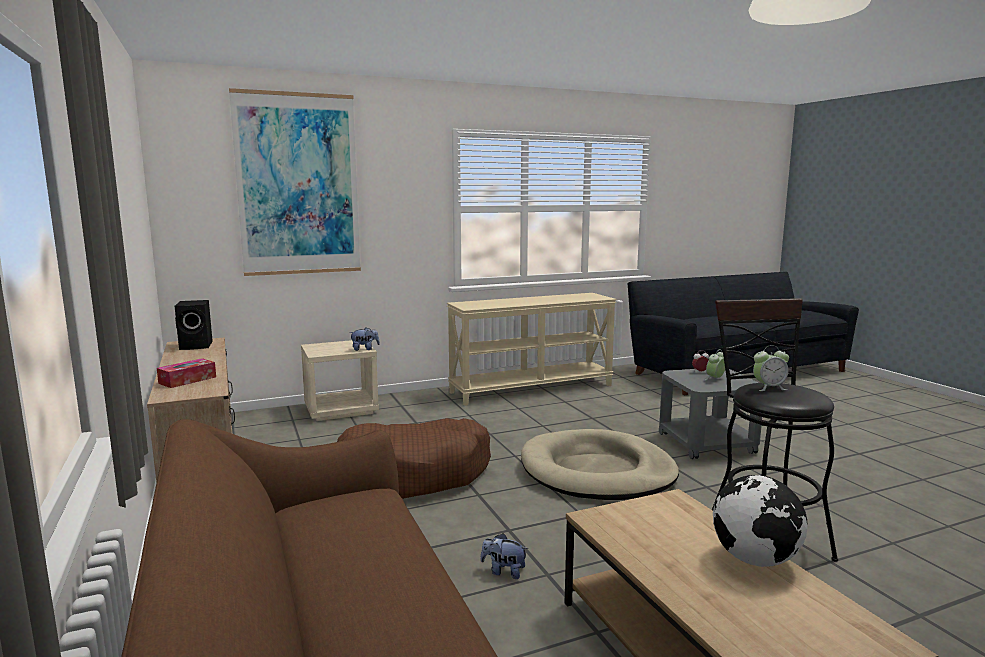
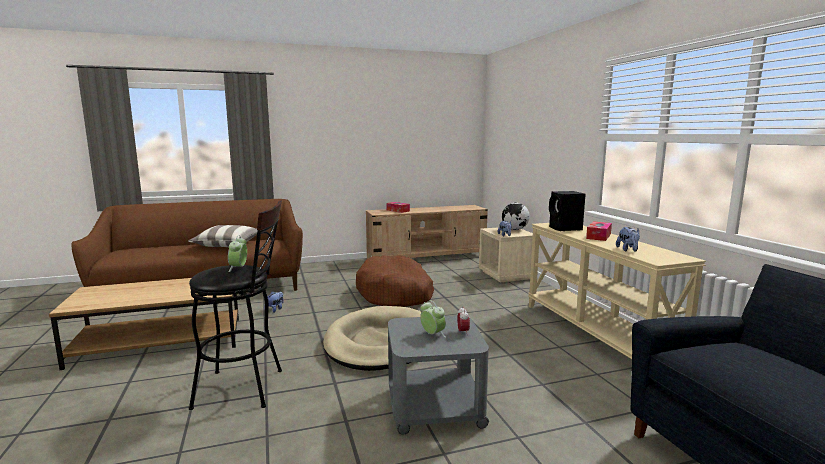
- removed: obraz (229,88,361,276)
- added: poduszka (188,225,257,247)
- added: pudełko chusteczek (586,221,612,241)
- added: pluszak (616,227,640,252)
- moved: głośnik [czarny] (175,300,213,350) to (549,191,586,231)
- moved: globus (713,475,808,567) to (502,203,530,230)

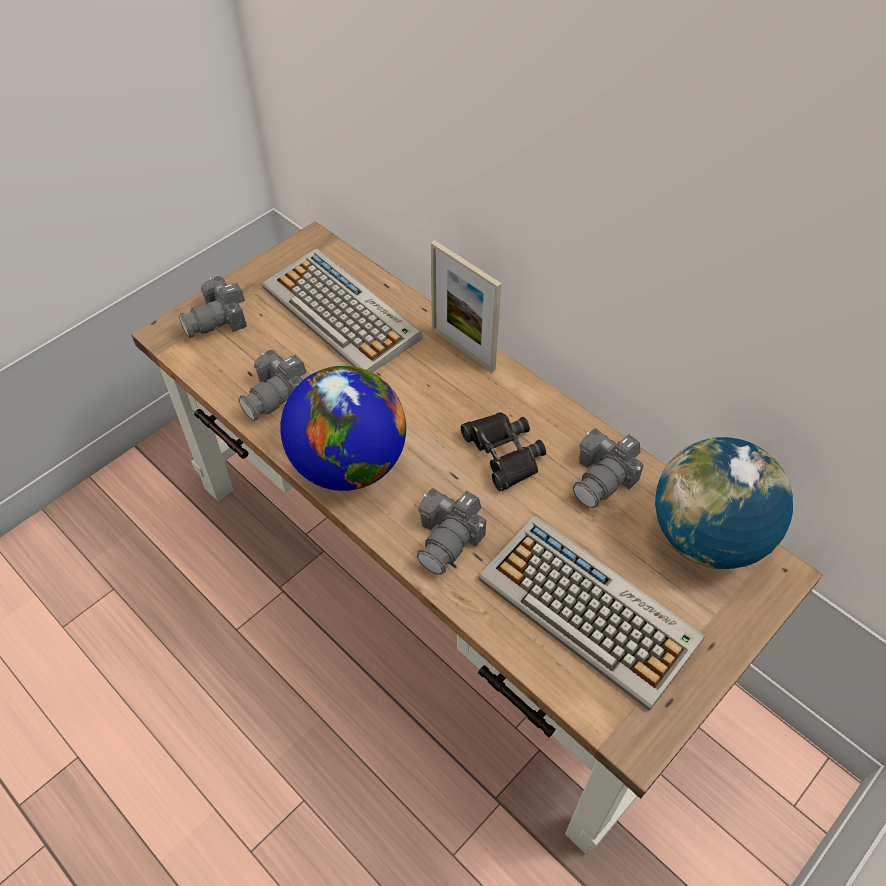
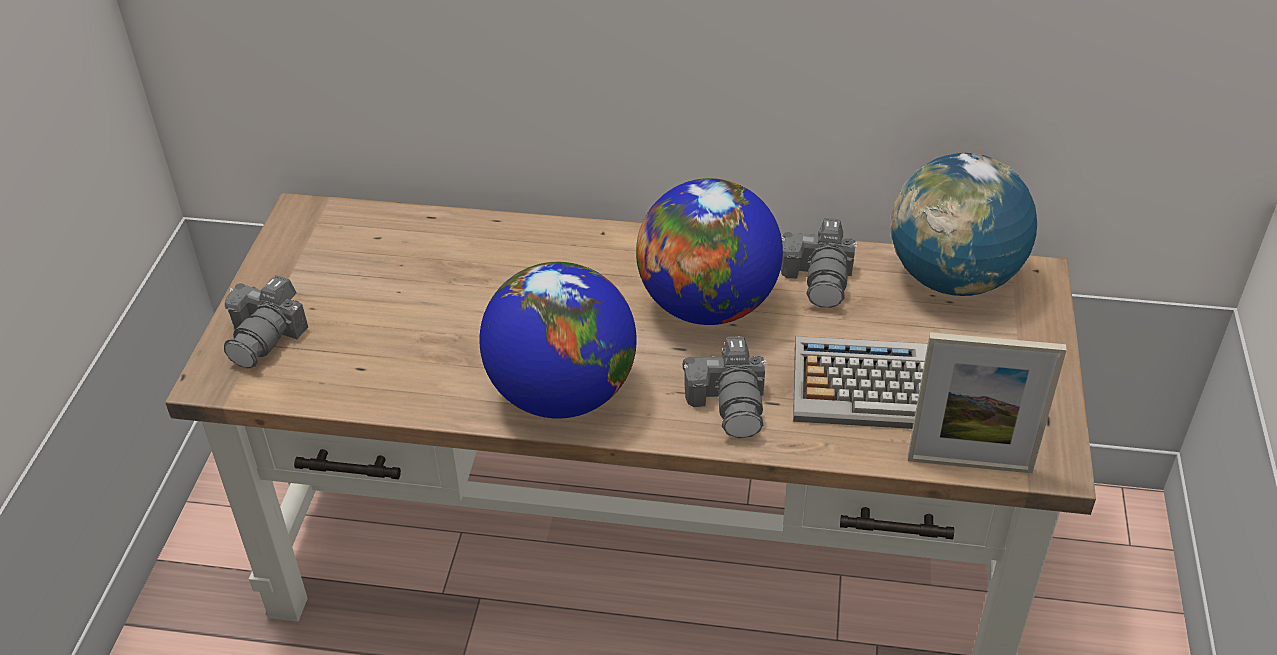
- removed: aparat fotograficzny (239,350,307,421)
- removed: klawiatura (262,248,423,372)
- moved: ramka na zdjęcie (431,240,502,372) to (908,332,1066,473)
- replaced: lornetka [czarny] (460,412,546,491) to globus (636,178,783,325)

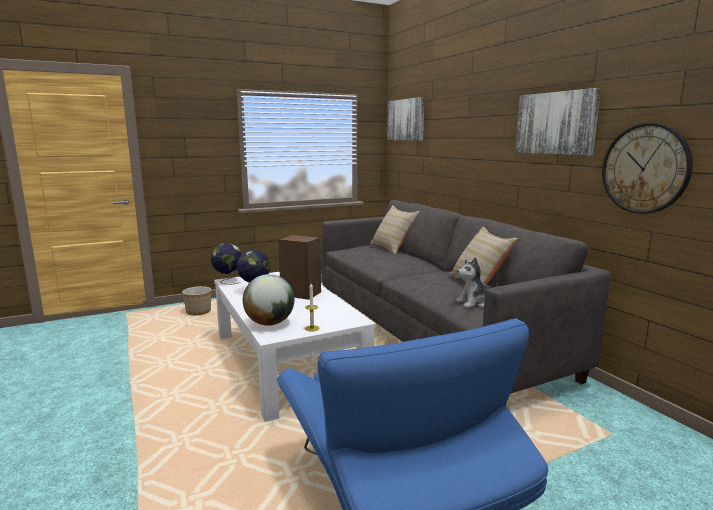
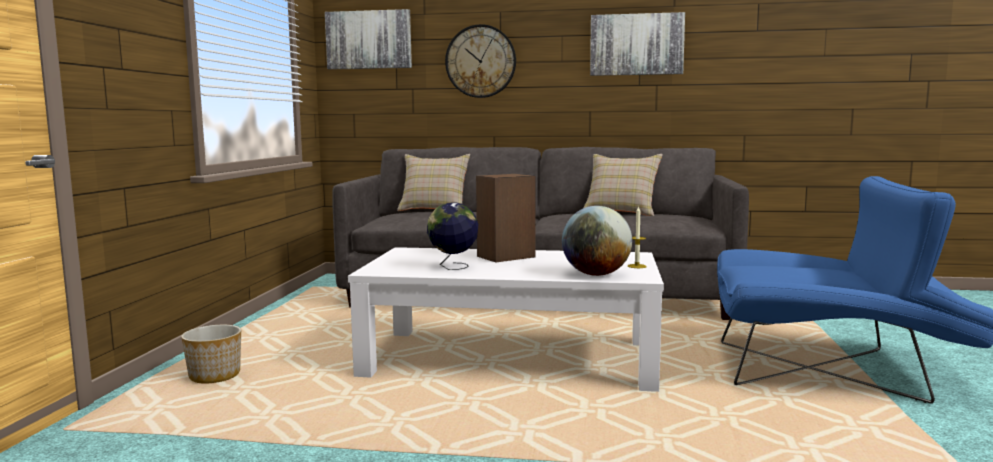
- removed: globus (211,243,242,285)
- removed: pluszak (455,257,498,308)
- moved: zegar ścienny (602,123,693,214) to (445,24,516,98)

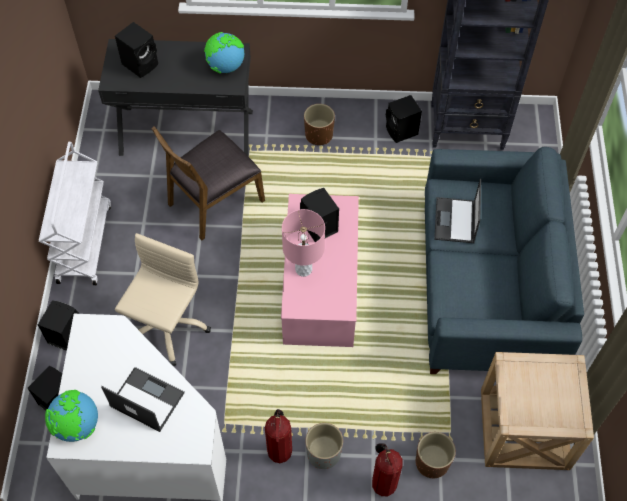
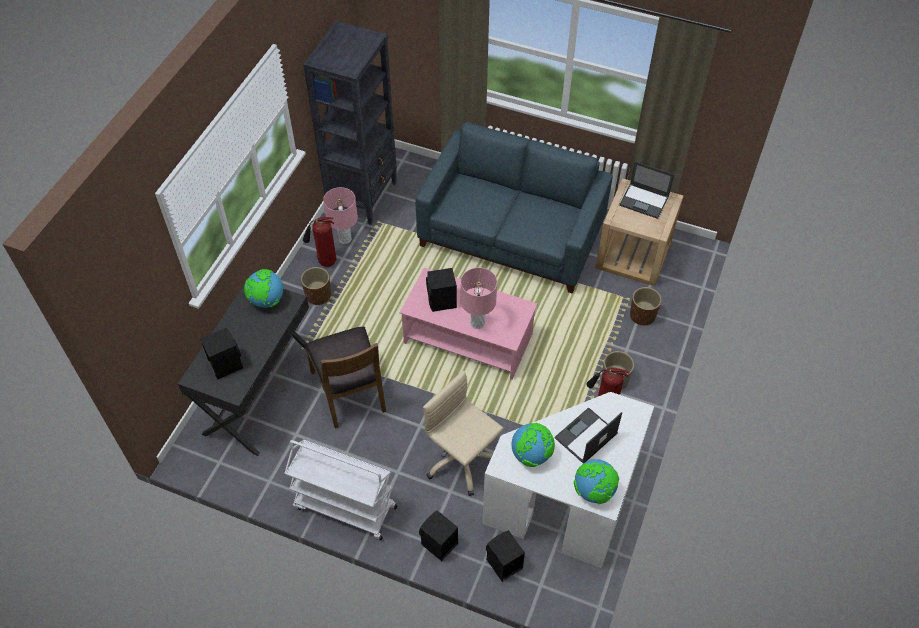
- added: globus (511,423,555,467)
- moved: gaśnica (372,443,403,496) to (303,217,336,267)
- moved: laptop (434,179,481,243) to (619,162,674,219)
- replaced: głośnik [czarny] (386,95,422,143) to lampa stołowa [różowy] (323,187,358,244)

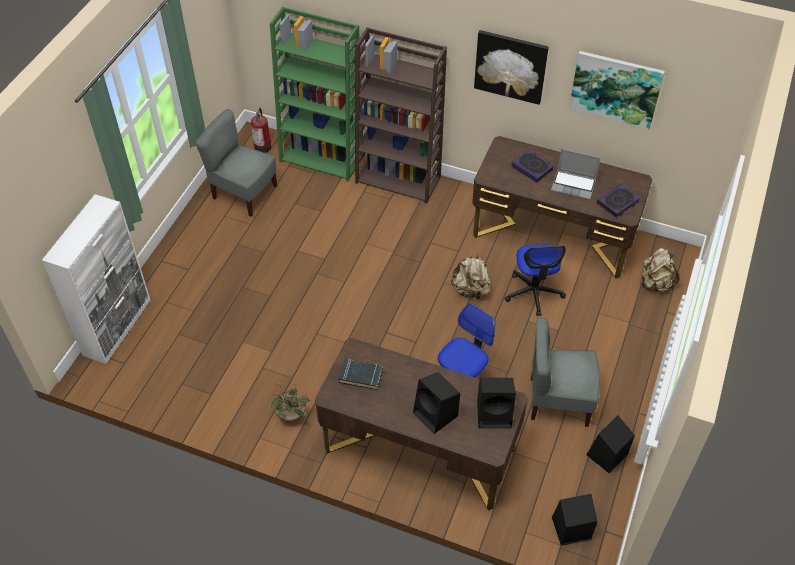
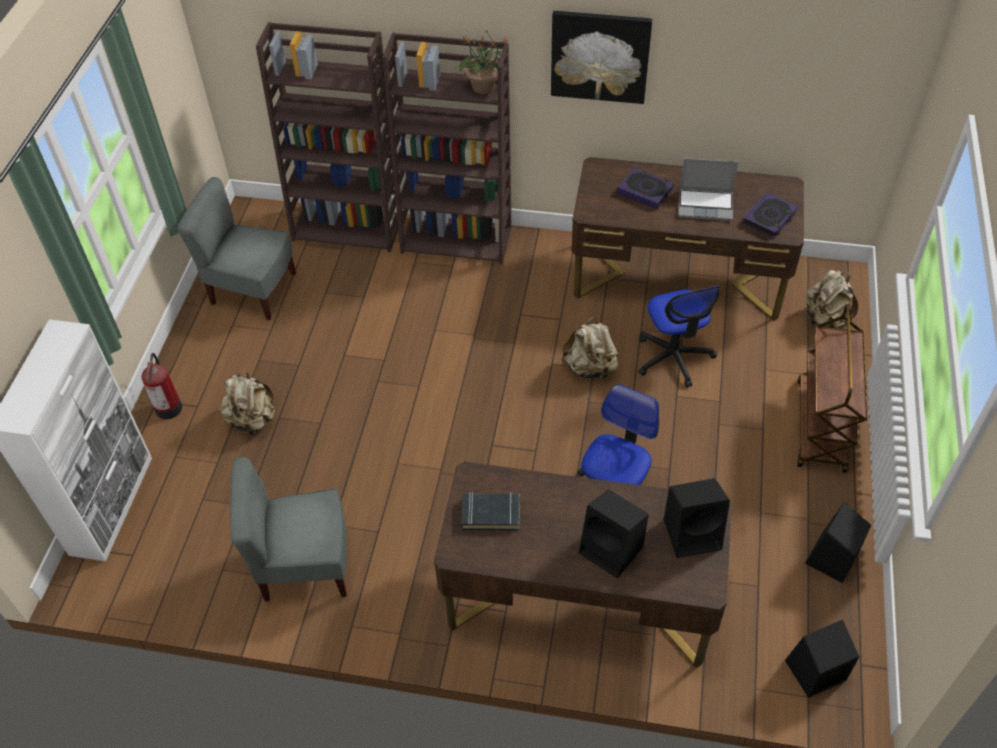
- removed: obraz (569,51,665,130)
- added: plecak [beżowy] (221,370,275,435)
- added: wózek [brązowy] (797,304,867,473)
- moved: gaśnica (251,108,271,153) to (141,353,182,419)
- moved: roślina doniczkowa (271,382,311,424) to (459,30,509,94)
- moved: krzesło [szary] (531,317,600,427) to (230,457,347,602)
- recoloured: regał [zielony] (270,7,363,181) to regał [brązowy] (256,22,403,252)

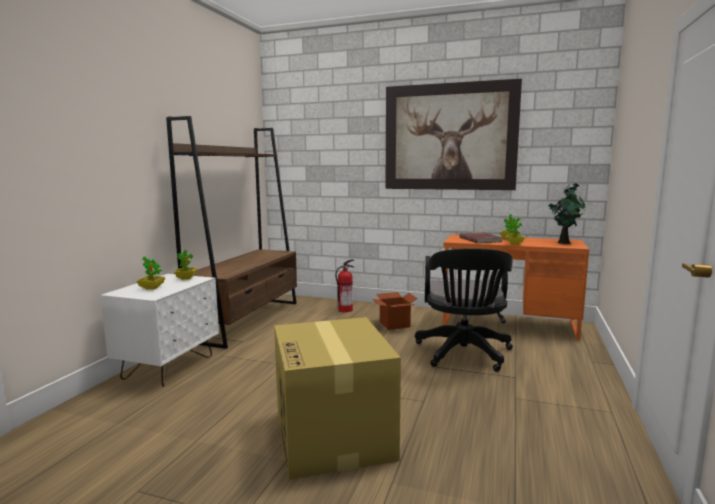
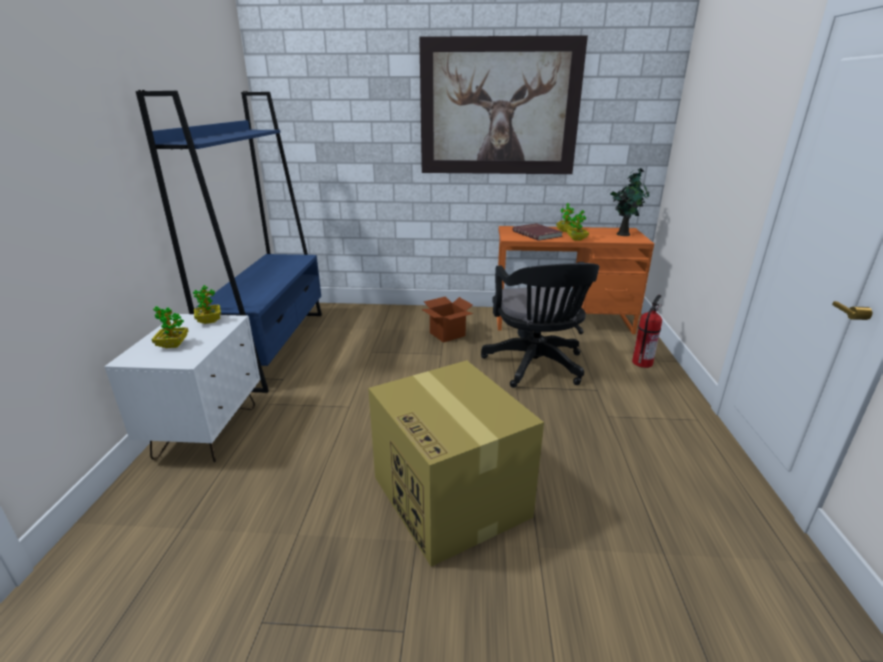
- moved: gaśnica (335,259,354,312) to (632,295,662,368)
- recoloured: regał [brązowy] (166,116,297,349) to regał [niebieski] (136,90,322,393)

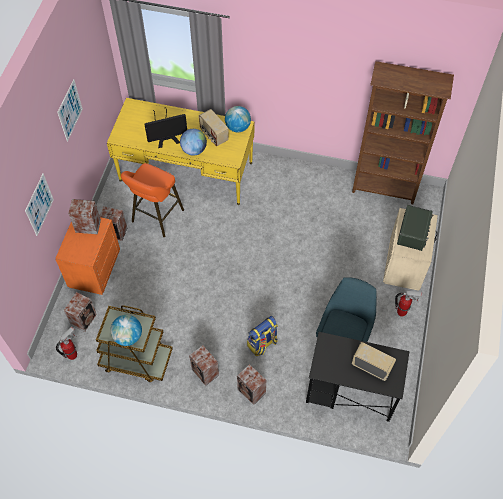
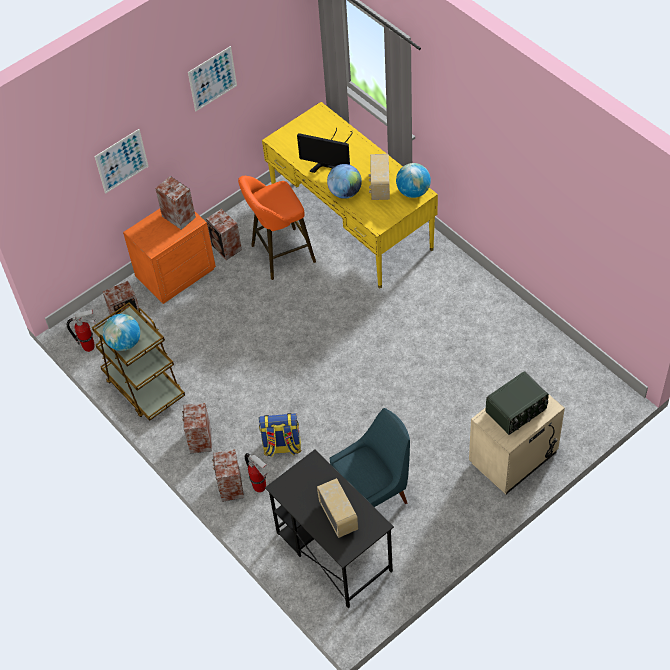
- removed: regał [brązowy] (352,61,454,204)
- moved: gaśnica (395,291,422,317) to (245,453,268,493)

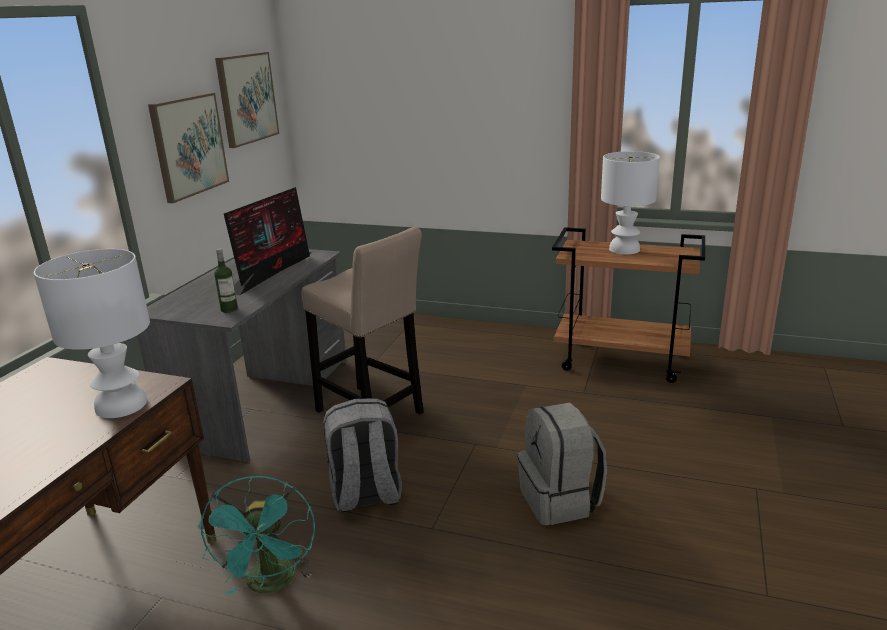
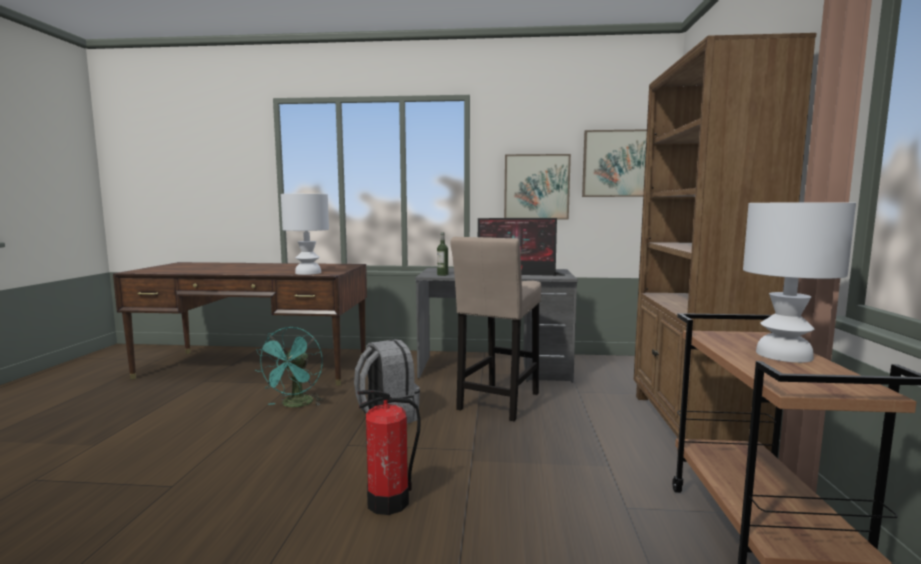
- added: regał [brązowy] (634,33,816,452)
- replaced: plecak [szary] (517,402,607,526) to gaśnica (357,390,421,515)
- turned: wentylator [turkusowy] (198,475,315,596) = (255,327,324,407) 60 degrees counterclockwise

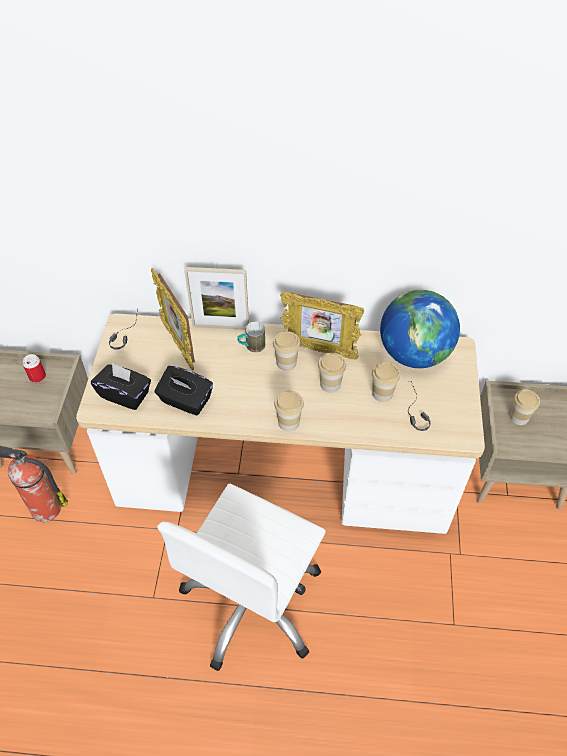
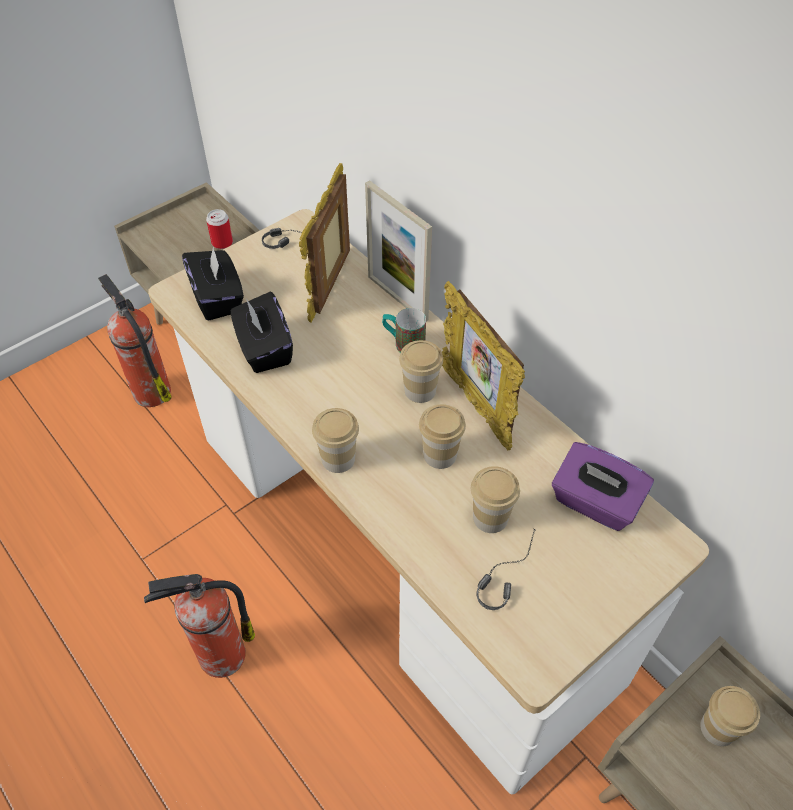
- replaced: krzesło biurowe [biały] (157,484,326,671) to gaśnica (144,574,255,678)
- replaced: globus (380,290,460,368) to pudełko chusteczek [fioletowy] (552,442,654,531)

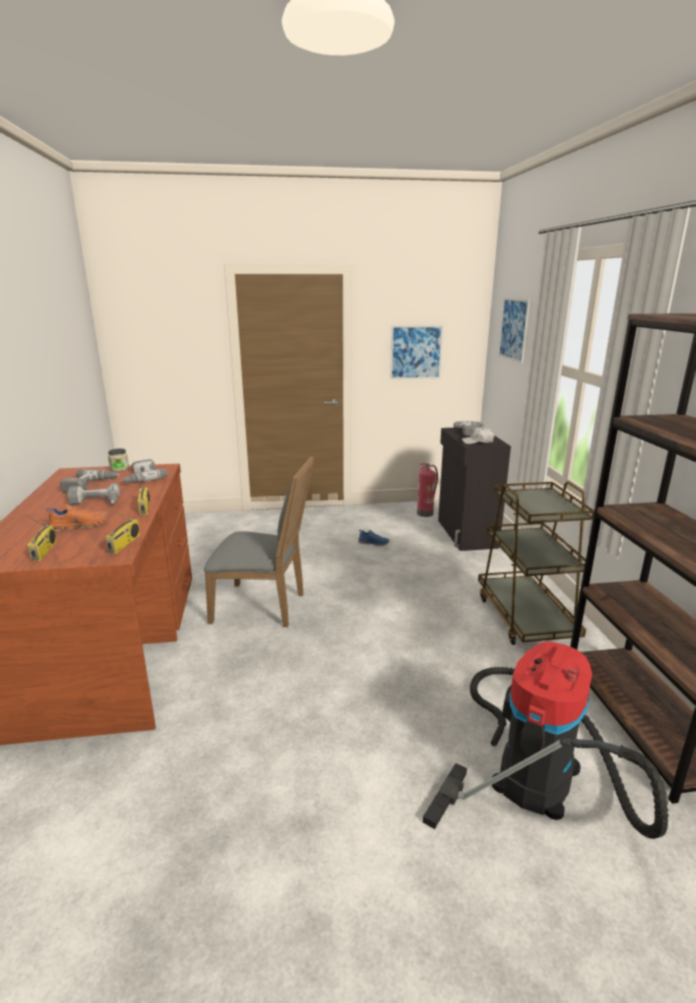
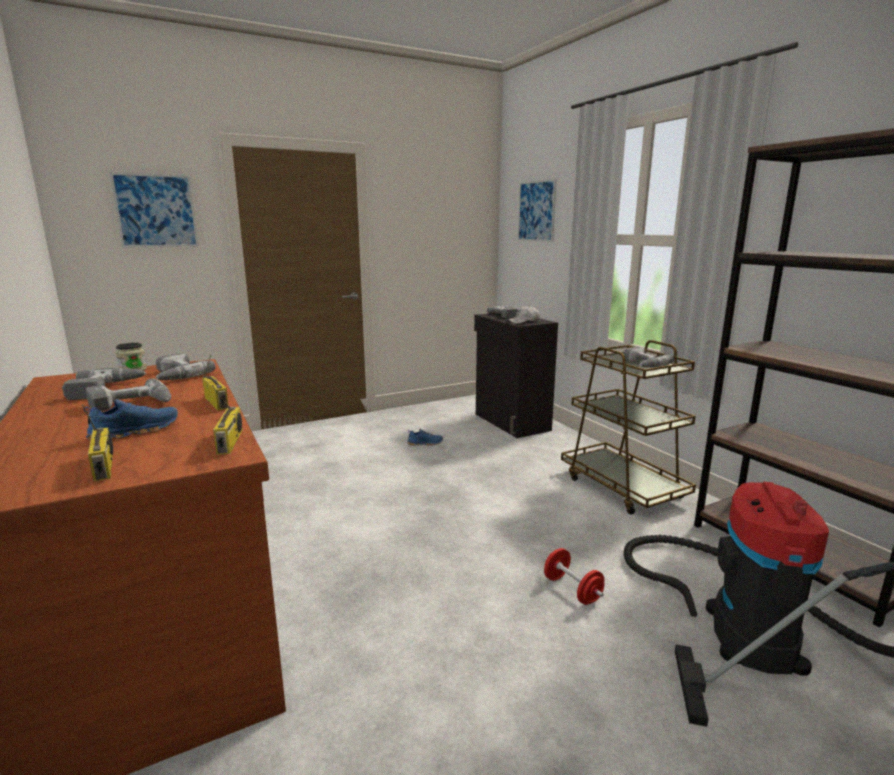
- removed: krzesło [szary] (204,456,314,627)
- removed: gaśnica (417,464,438,517)
- added: hantel [czerwony] (544,548,604,605)
- added: wiertarka (623,347,674,368)
- moved: obraz (390,325,443,380) to (110,172,199,248)
- recoloured: but [pomarańczowy] (46,504,107,532) to but [niebieski] (83,399,178,441)

